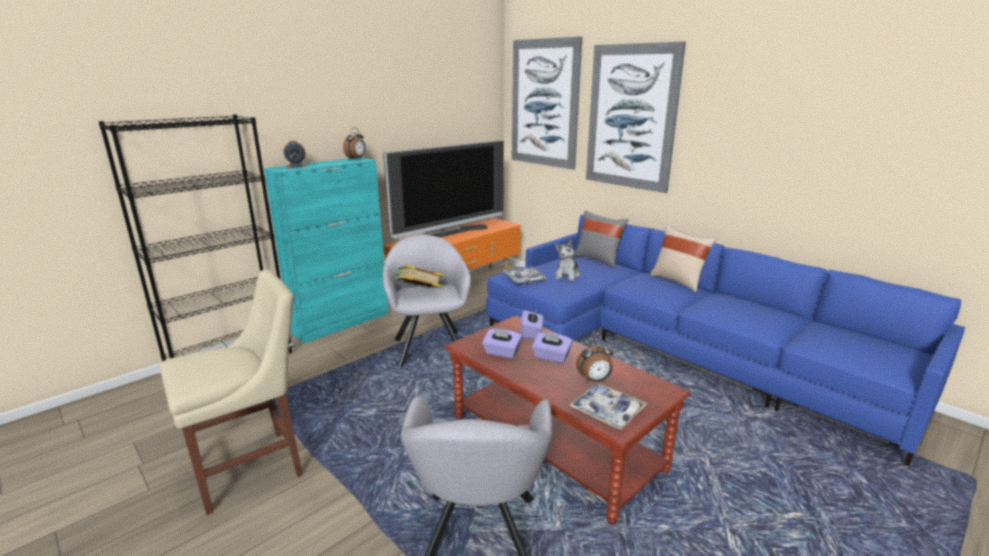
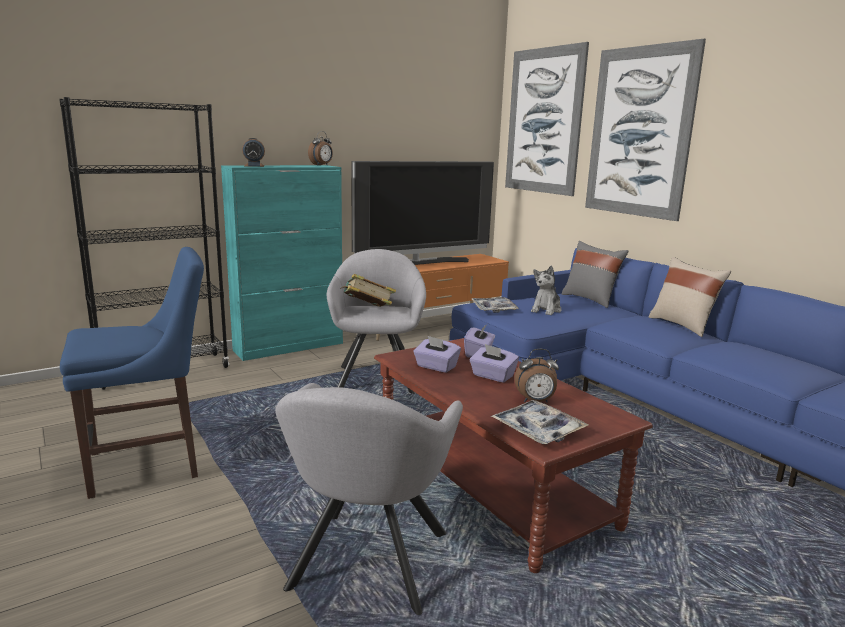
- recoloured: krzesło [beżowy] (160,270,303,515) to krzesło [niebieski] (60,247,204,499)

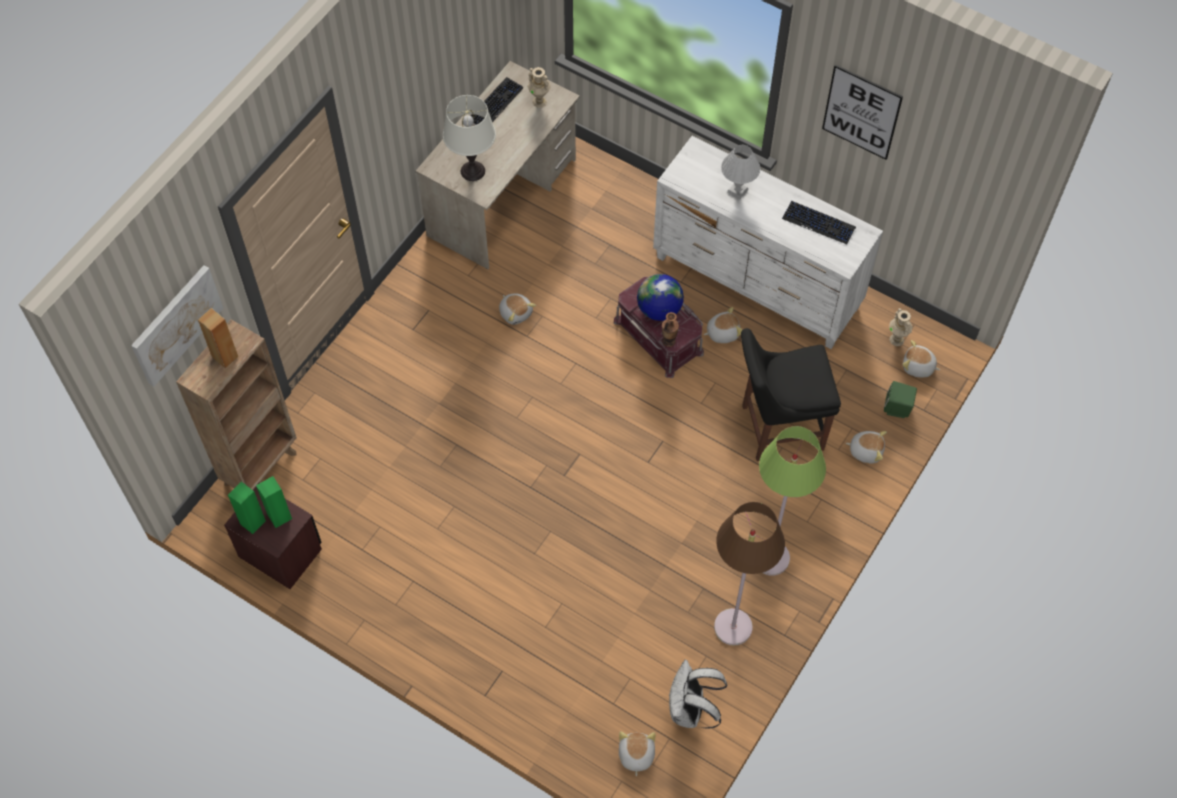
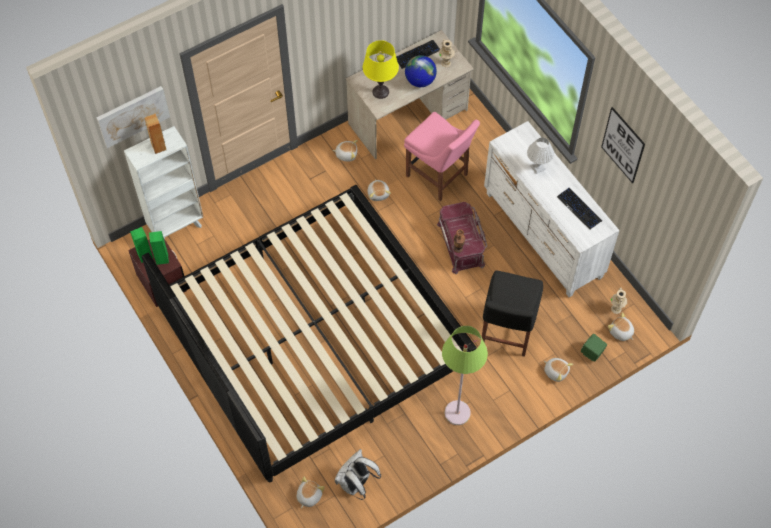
- removed: lampa stojąca [brązowy] (714,502,785,645)
- added: łóżko (142,185,477,482)
- added: krzesło [różowy] (404,112,480,201)
- moved: globus (637,274,684,321) to (405,55,437,87)
- moved: pluszak (704,307,743,343) to (332,140,358,162)
- recoloured: regał [brązowy] (176,319,297,490) to regał [biały] (124,126,203,239)
- recoloured: lampa stołowa [biały] (443,95,496,181) to lampa stołowa [żółty] (363,40,399,99)
- turned: krzesło [czarny] (741,328,841,461) = (482,271,543,357) 90 degrees counterclockwise

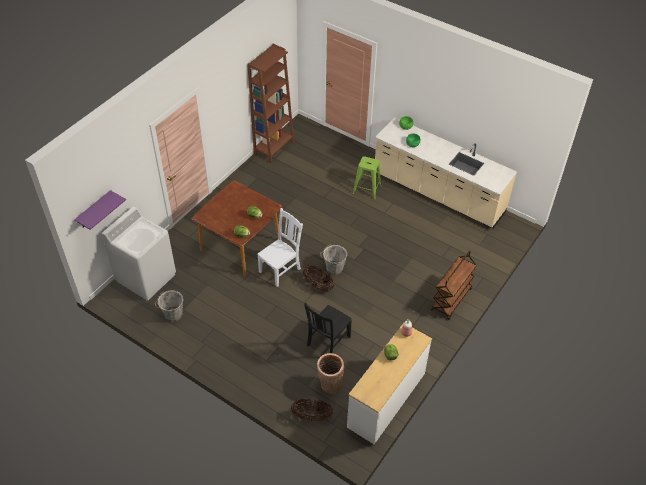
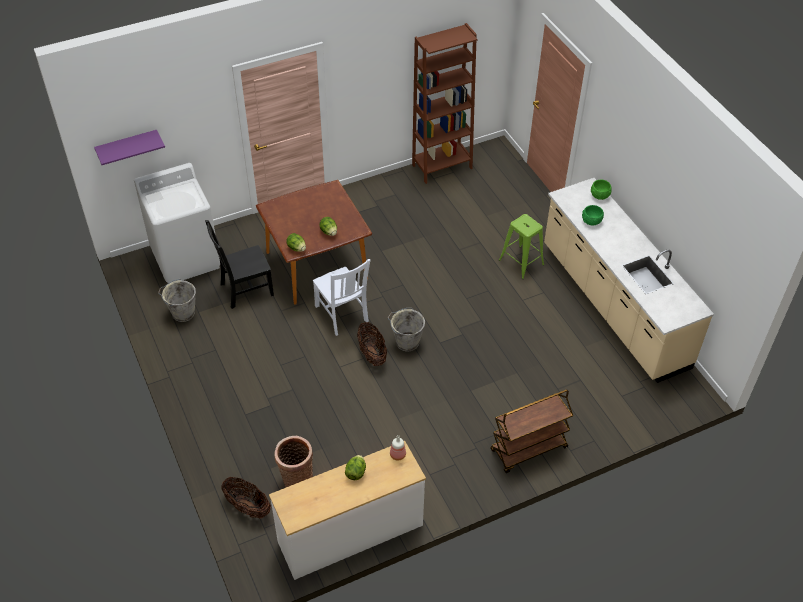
- moved: krzesło [czarny] (304,303,352,353) to (205,220,274,309)
- turned: krzesło [biały] (258,208,303,287) = (313,259,371,336) 75 degrees clockwise

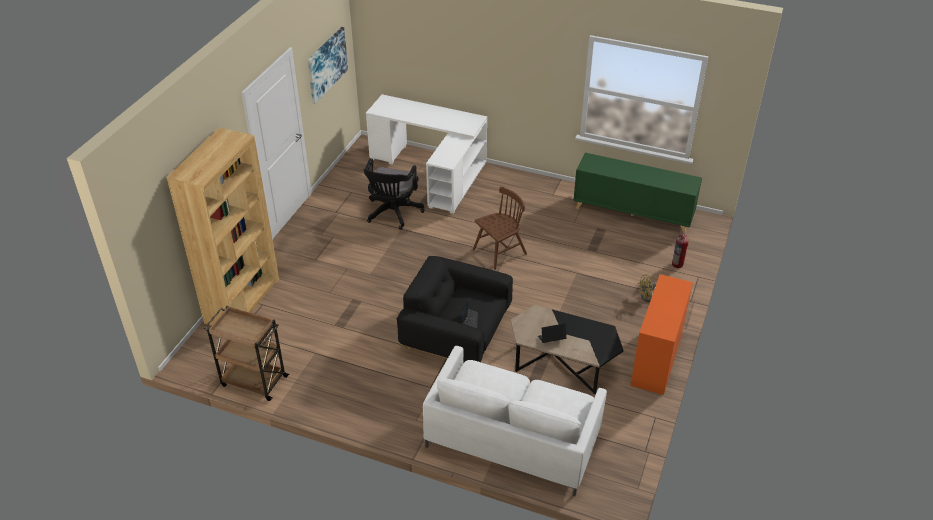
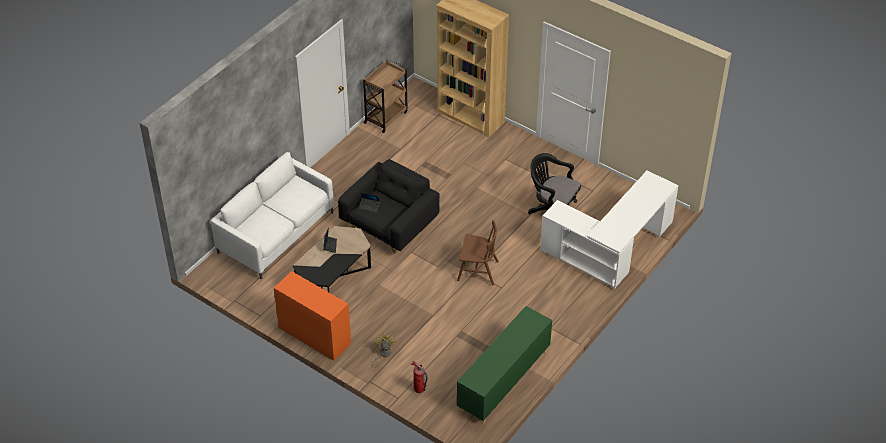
- removed: obraz (307,27,348,104)
- turned: krzesło [brązowy] (473,186,527,270) = (457,220,499,285) 60 degrees counterclockwise

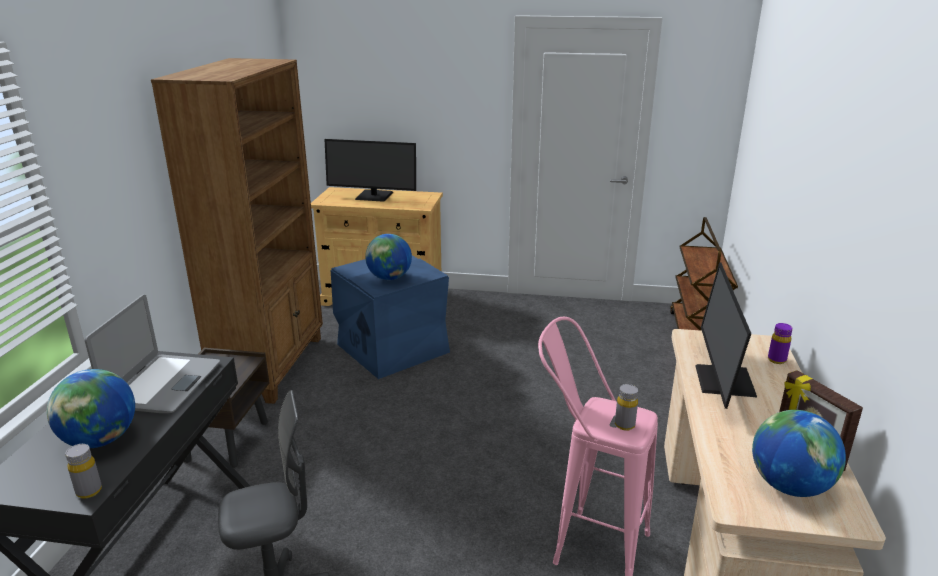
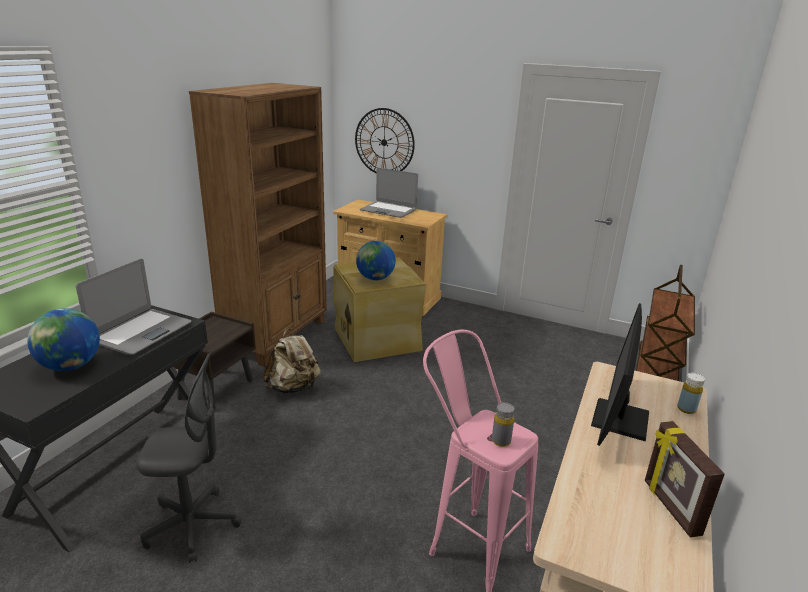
- removed: butelka [szary] (65,444,102,499)
- removed: globus (752,410,846,497)
- added: plecak [beżowy] (263,328,321,393)
- added: zegar ścienny (355,108,415,174)
- replaced: monitor (325,139,416,202) to laptop (360,168,418,218)
- recoloured: pojemnik do przechowywania [niebieski] (331,256,450,379) to pojemnik do przechowywania [beżowy] (333,257,427,362)
- recoloured: butelka [fioletowy] (768,323,793,364) to butelka [żółty] (677,373,705,414)

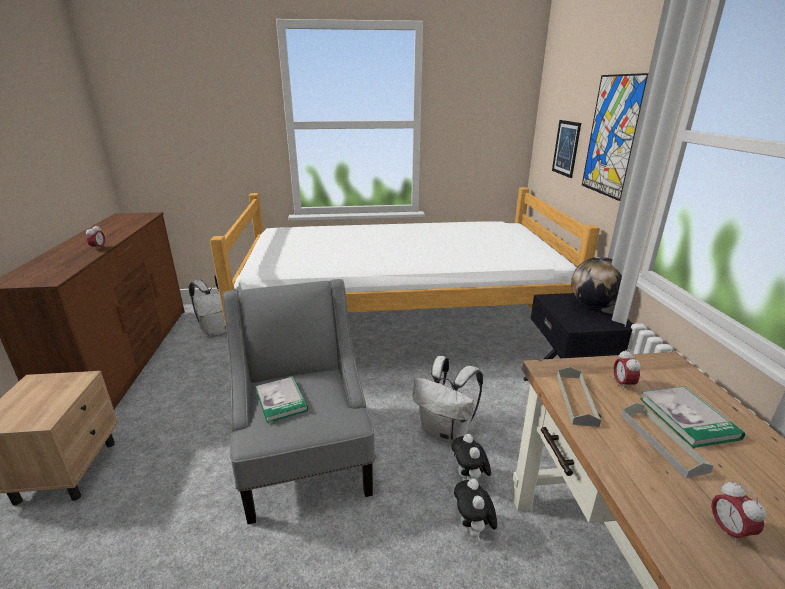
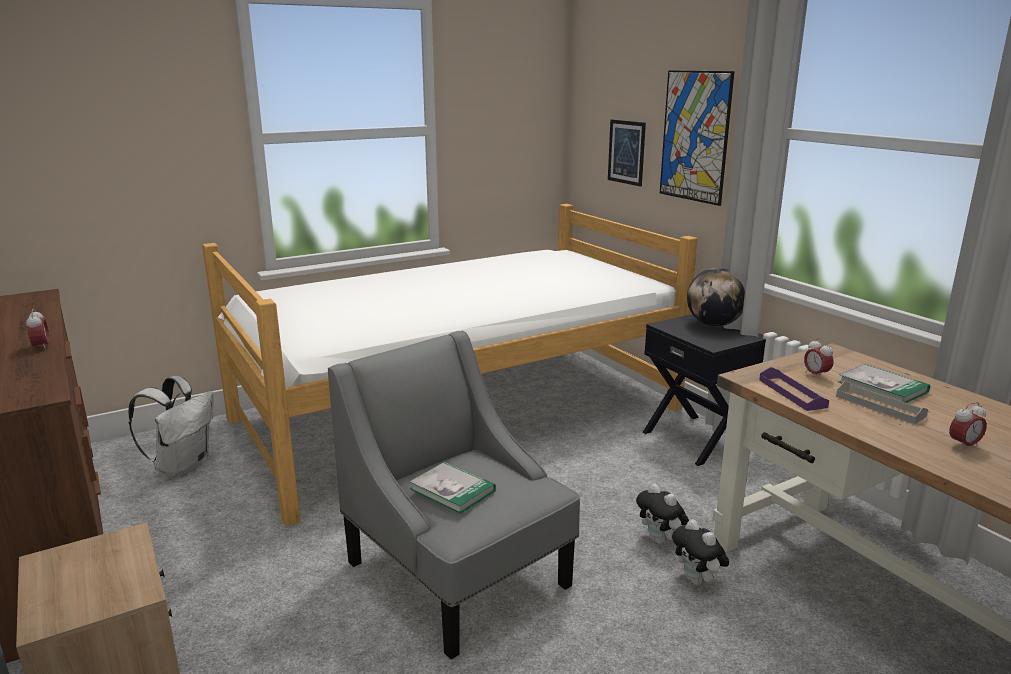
- removed: plecak [biały] (413,356,483,444)
- recoloured: taca [szary] (557,367,601,427) to taca [fioletowy] (759,367,829,411)
- turned: budzik (711,481,766,546) = (949,402,987,450) 75 degrees counterclockwise

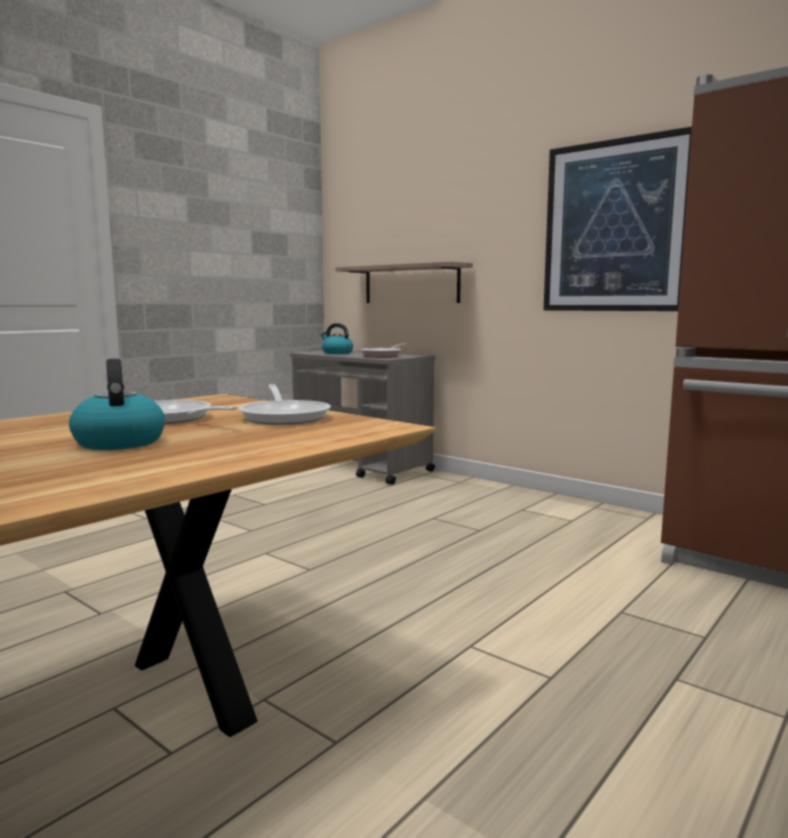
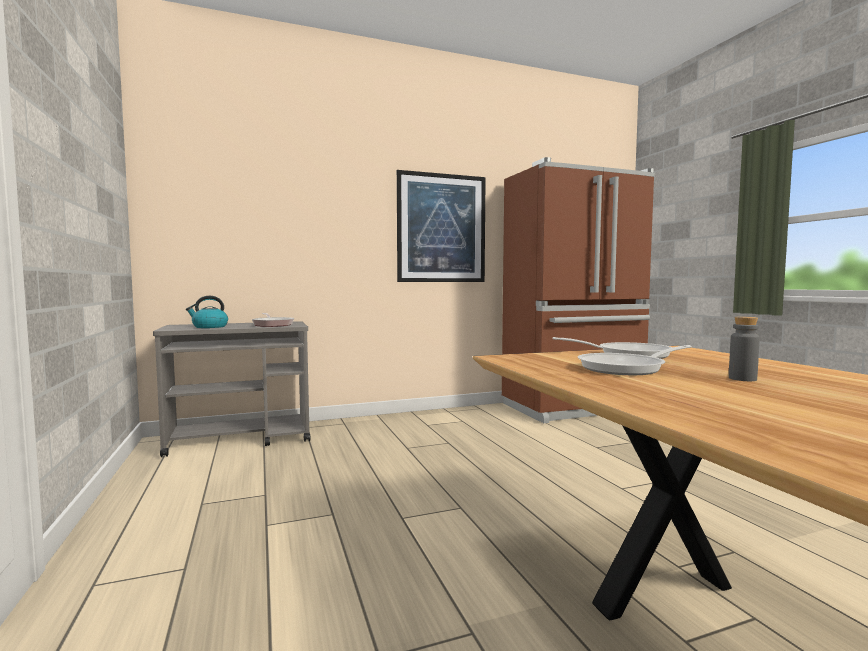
- removed: półka (335,261,473,303)
- replaced: czajnik (69,359,165,450) to butelka [szary] (729,317,760,381)

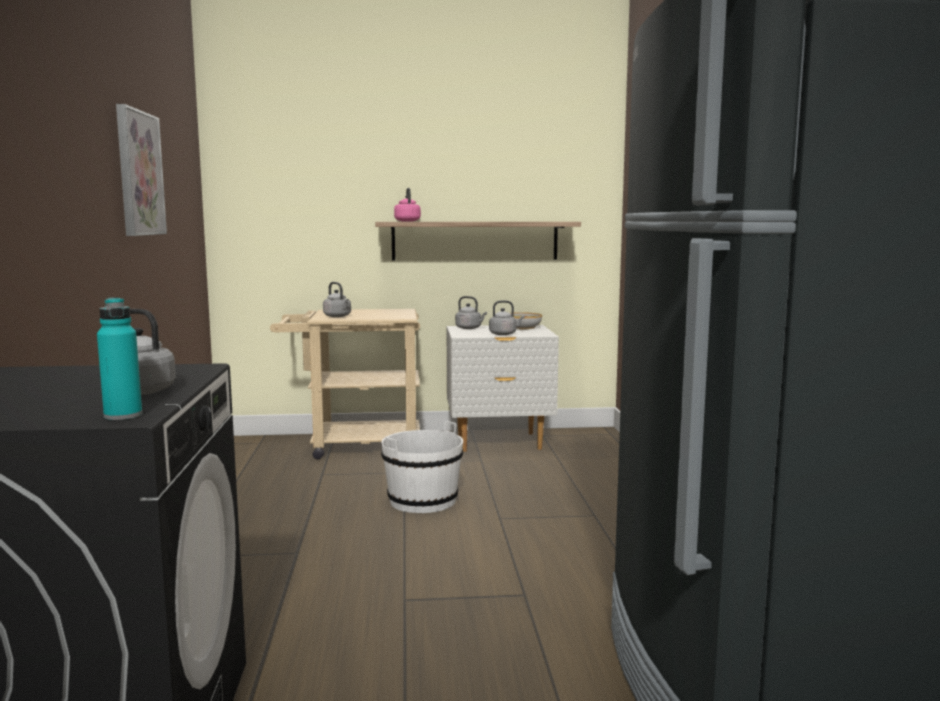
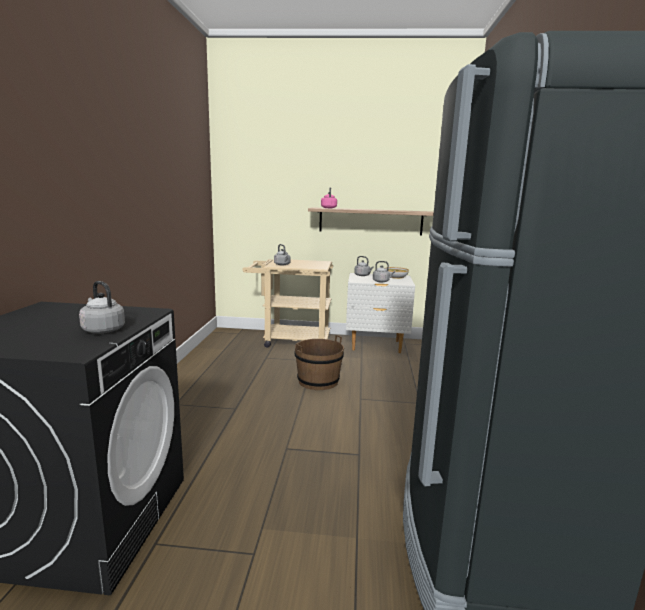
- removed: butelka [turkusowy] (97,297,142,420)
- removed: obraz (116,104,167,236)
- recoloured: wiadro [biały] (381,421,463,513) to wiadro [brązowy] (295,335,344,390)

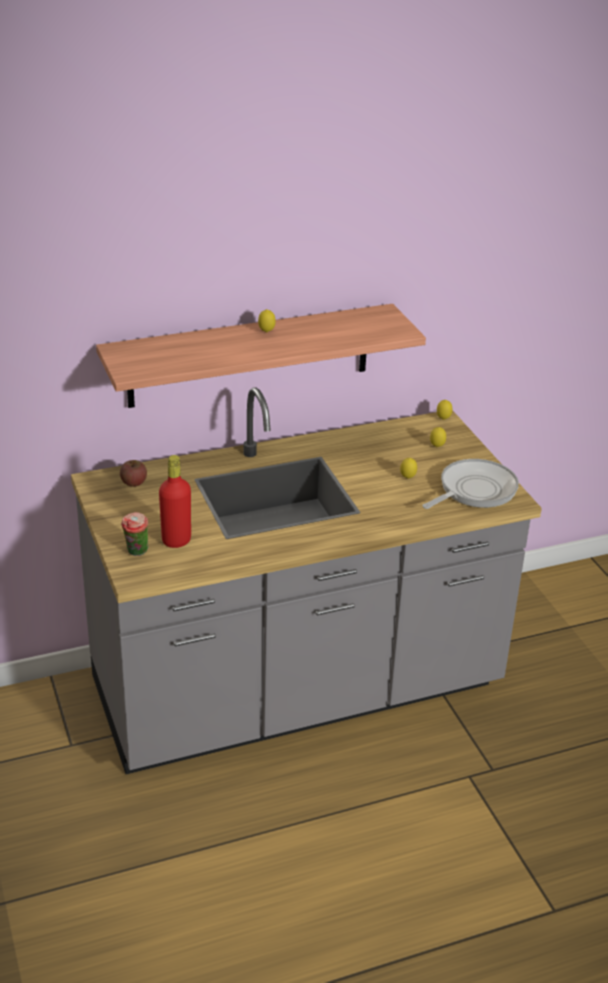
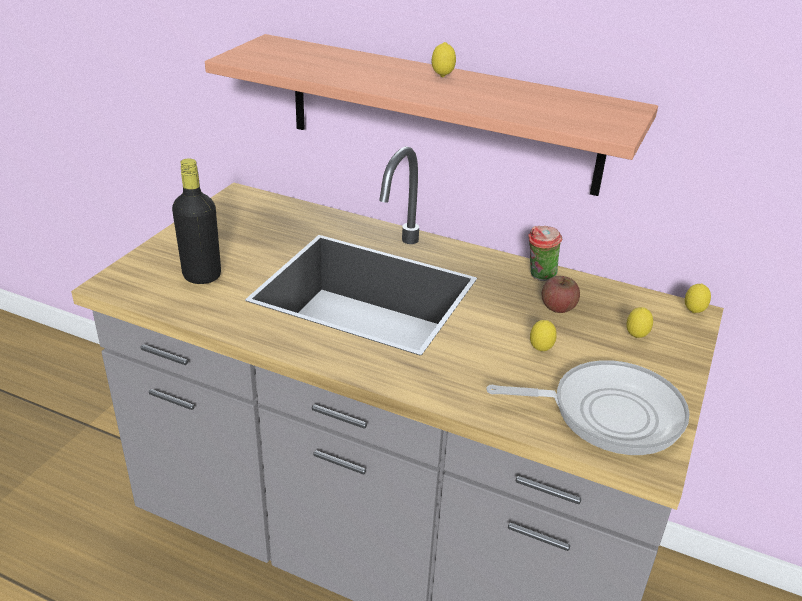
- moved: jabłko (120,460,147,487) to (542,276,580,313)
- moved: filiżanka (121,512,148,556) to (528,226,562,281)
- recoloured: butelka [czerwony] (159,455,191,548) to butelka [czarny] (172,159,221,284)

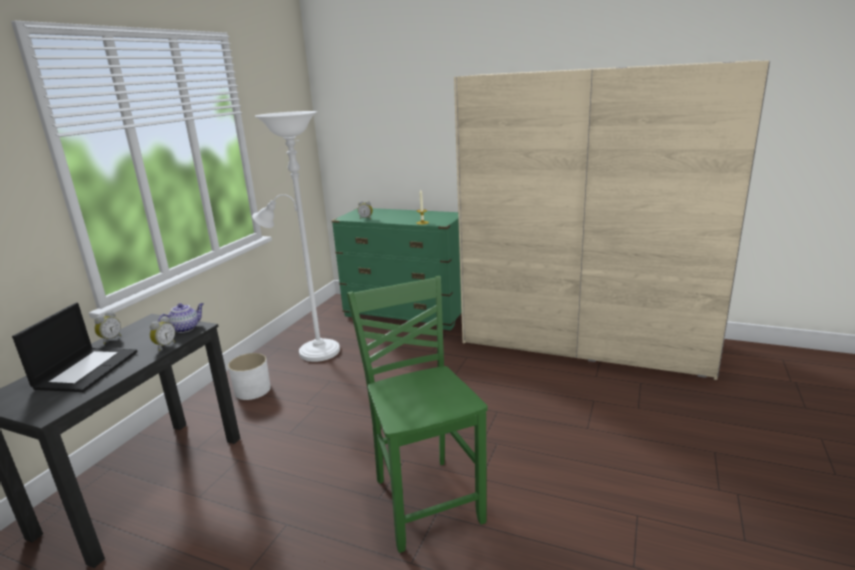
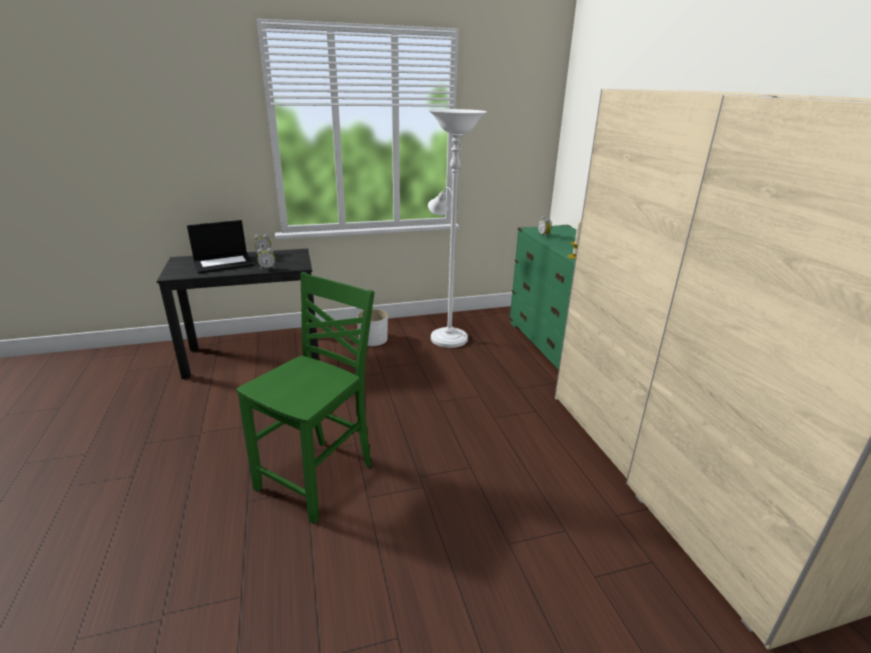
- removed: imbryk (158,303,204,333)

